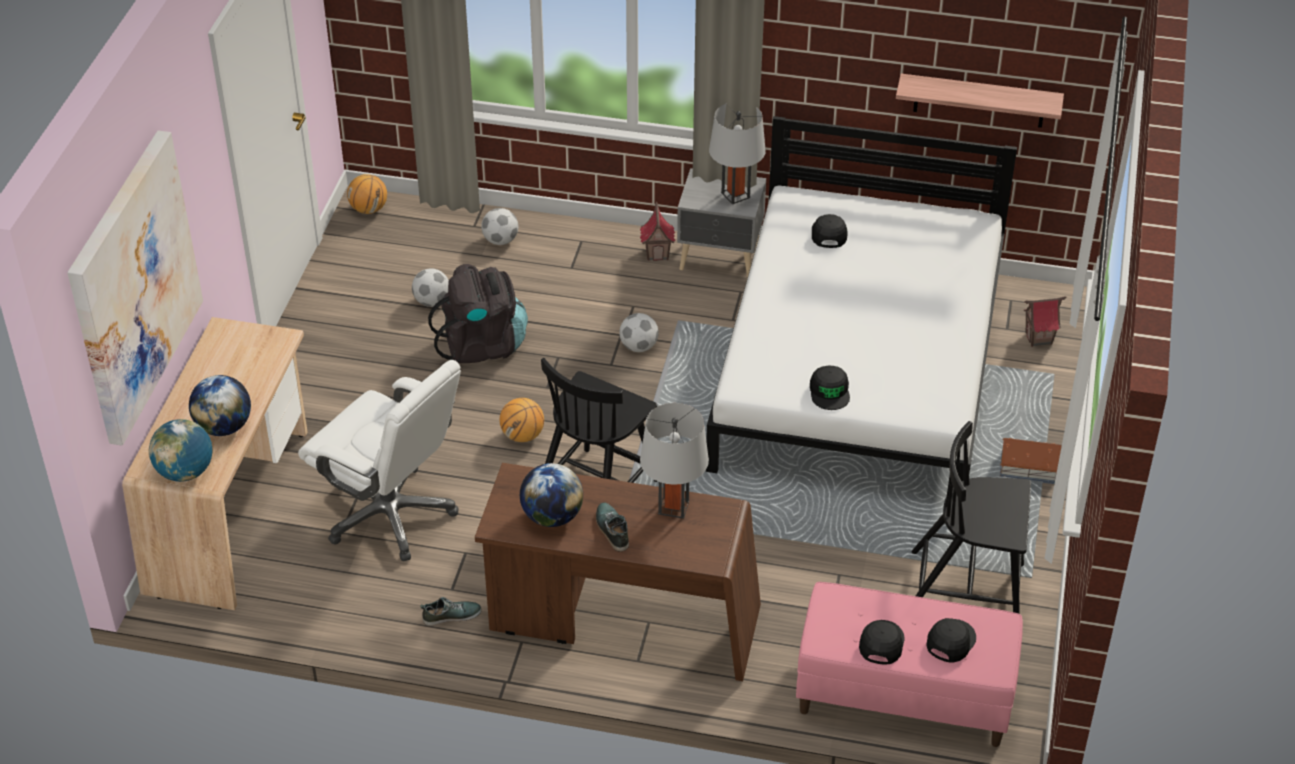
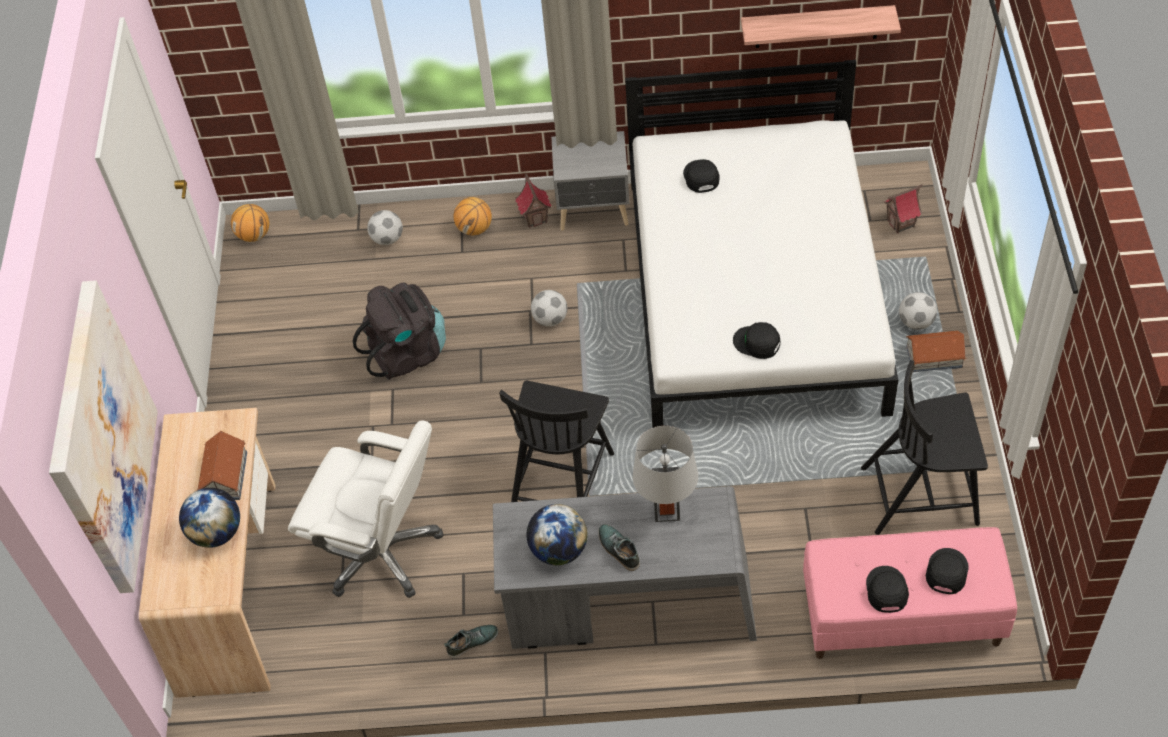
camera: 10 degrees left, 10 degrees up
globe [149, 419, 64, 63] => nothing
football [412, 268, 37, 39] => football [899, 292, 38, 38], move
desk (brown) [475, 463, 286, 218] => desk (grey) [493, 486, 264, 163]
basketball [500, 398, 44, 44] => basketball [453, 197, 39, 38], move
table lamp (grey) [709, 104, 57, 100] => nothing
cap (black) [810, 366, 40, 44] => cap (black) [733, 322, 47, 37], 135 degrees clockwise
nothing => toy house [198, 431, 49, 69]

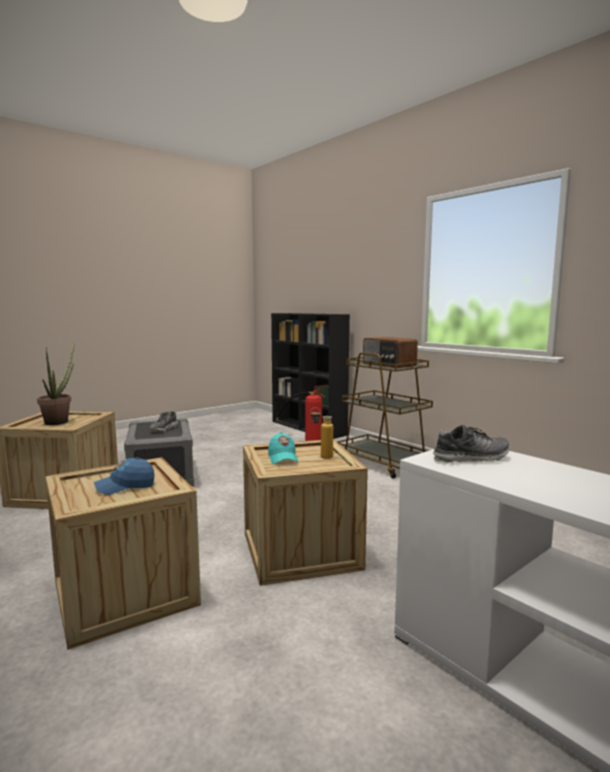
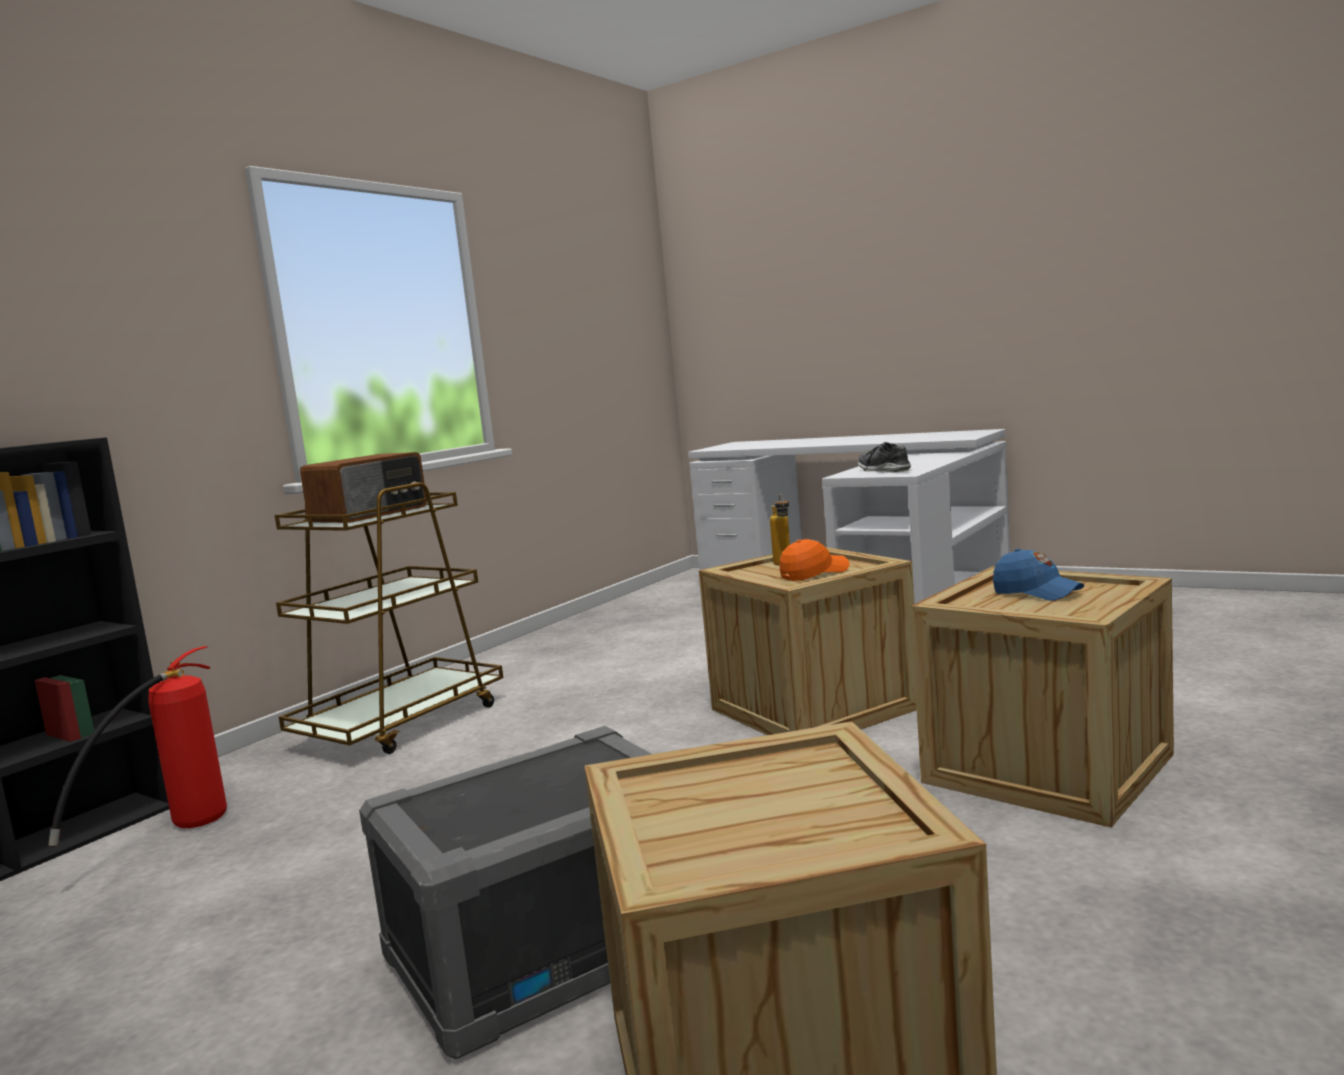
camera: 105 degrees left, 0 degrees up
potted plant [37, 343, 37, 82] => nothing
shoe [149, 411, 29, 21] => nothing
cap (turquoise) [268, 432, 30, 32] => cap (orange) [780, 539, 70, 42]

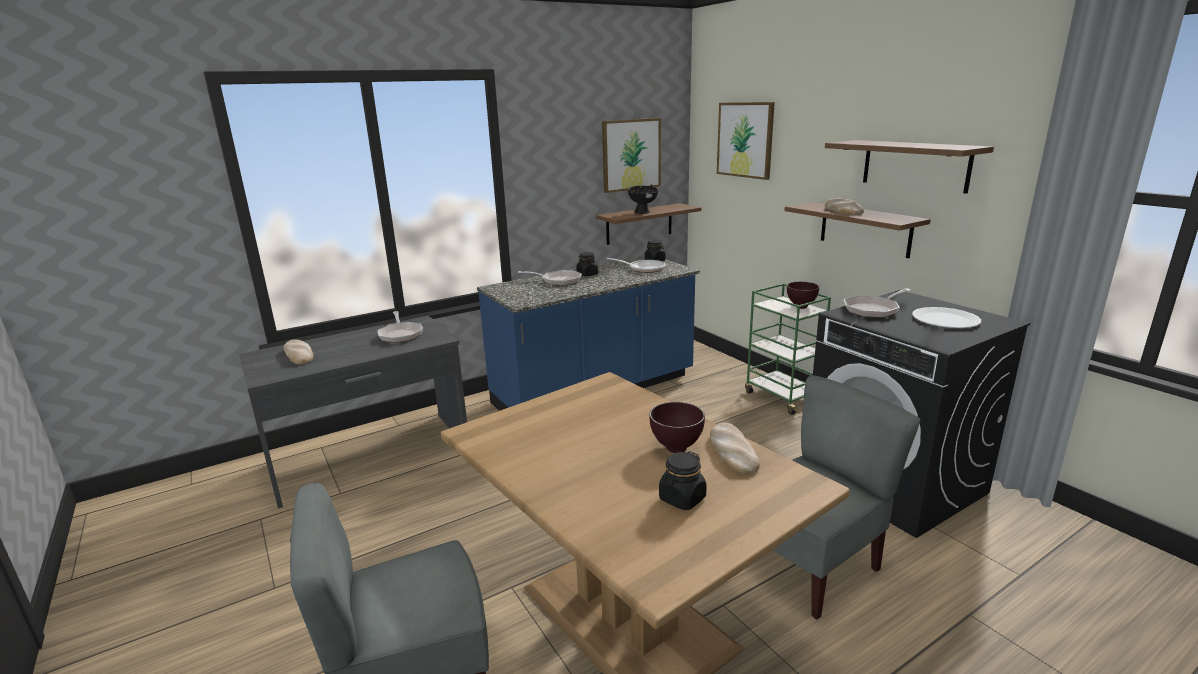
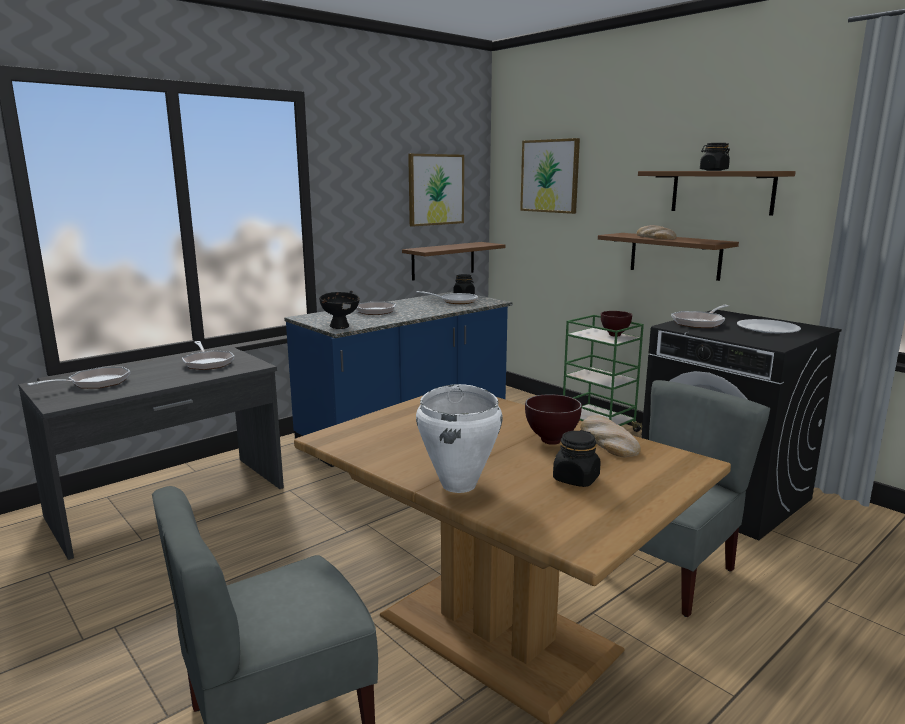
camera: 10 degrees left, 5 degrees down
bread [283, 339, 31, 25] => frying pan [27, 367, 103, 22]
jar (black) [576, 252, 22, 24] => jar (black) [700, 143, 30, 28], move
bowl (black) [628, 184, 31, 30] => bowl (black) [319, 291, 41, 38], move
nothing => cooking pot (white) [416, 384, 87, 109]

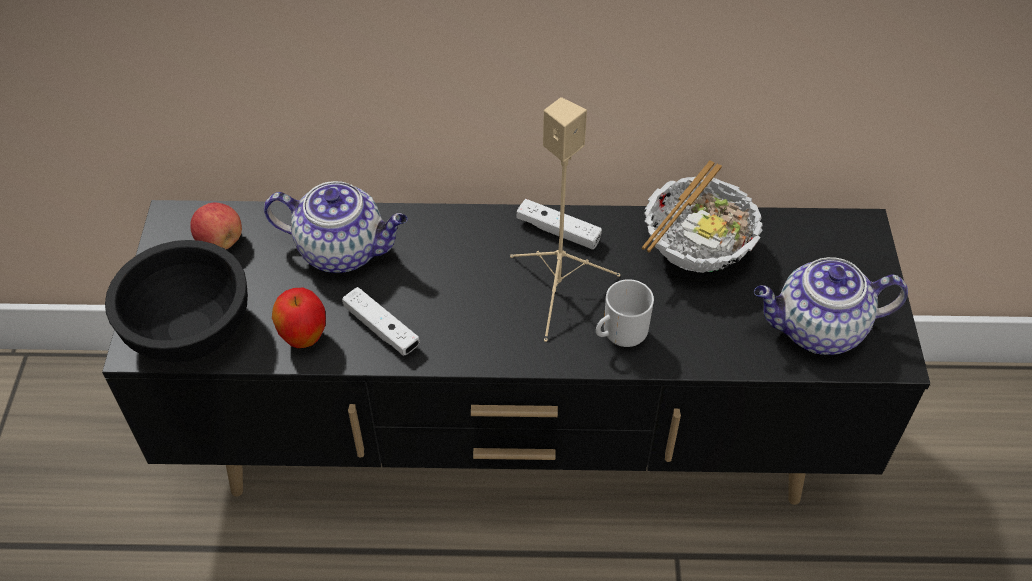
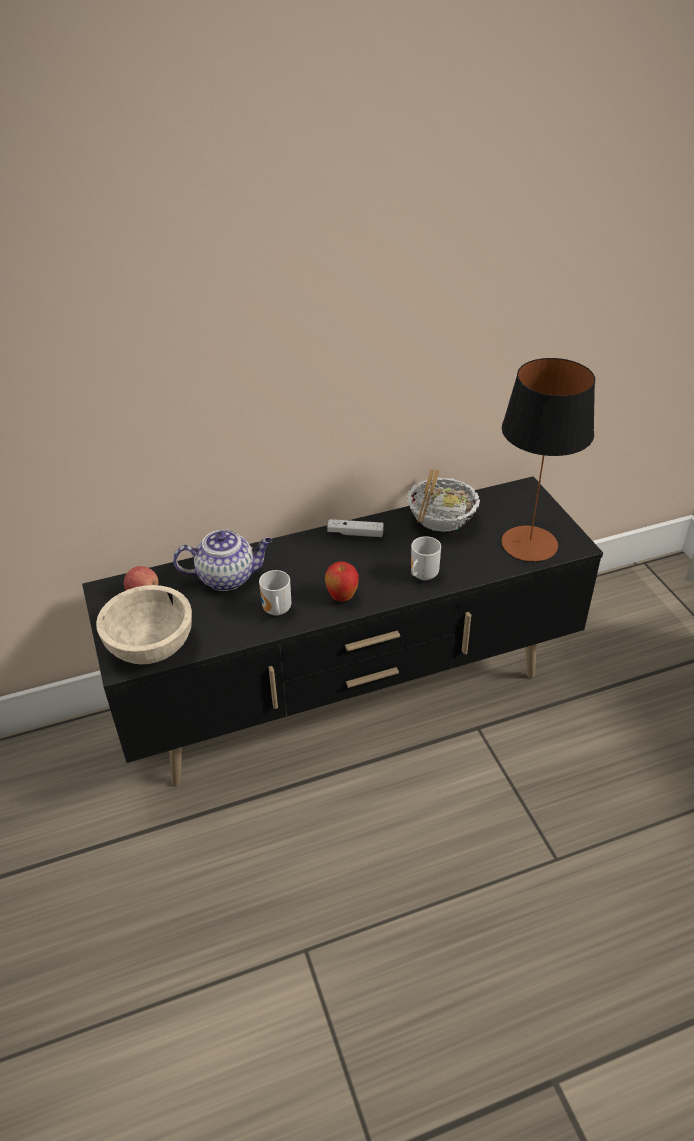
camera: 20 degrees left, 10 degrees down
bowl (black) [105, 240, 143, 122] => bowl (beige) [96, 585, 96, 79]
apple [272, 288, 54, 60] => apple [325, 561, 34, 41], move
game controller (white) [342, 287, 78, 69] => mug [259, 570, 32, 46]
speaker (beige) [510, 97, 110, 245] => nothing
teapot [754, 257, 154, 98] => table lamp [501, 358, 94, 204]

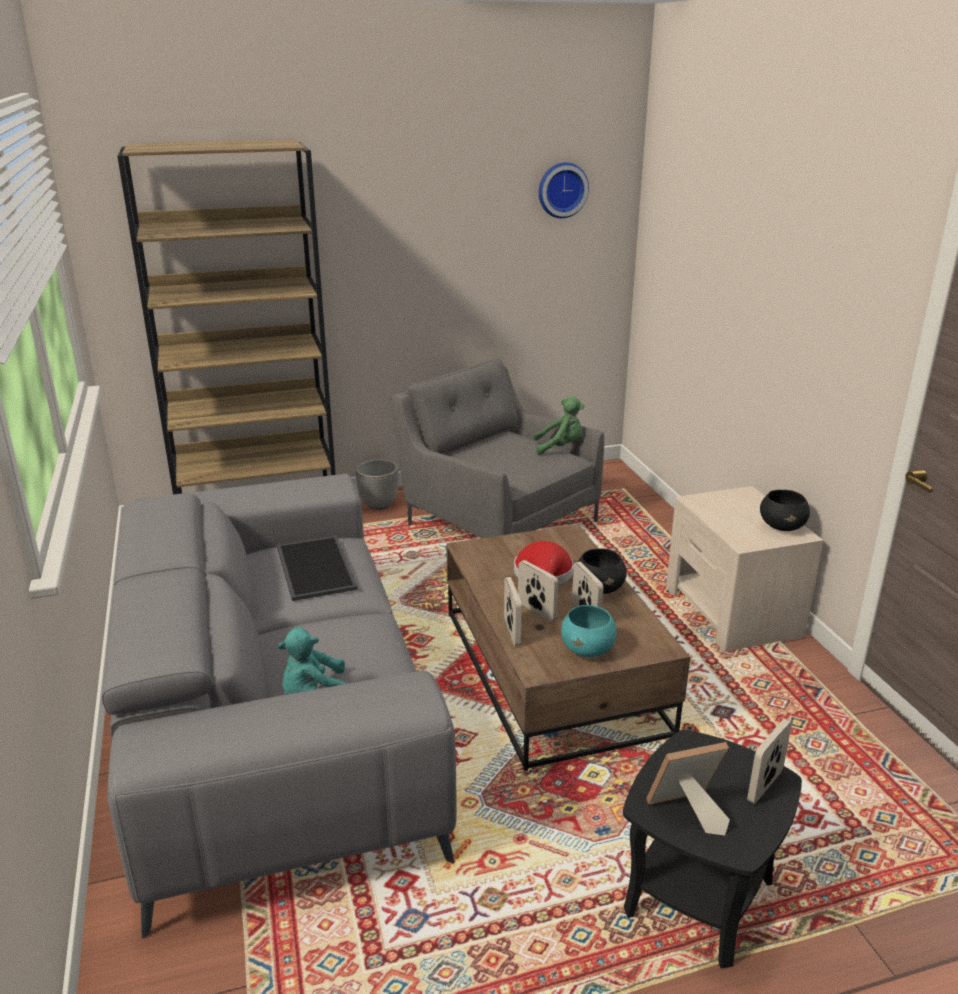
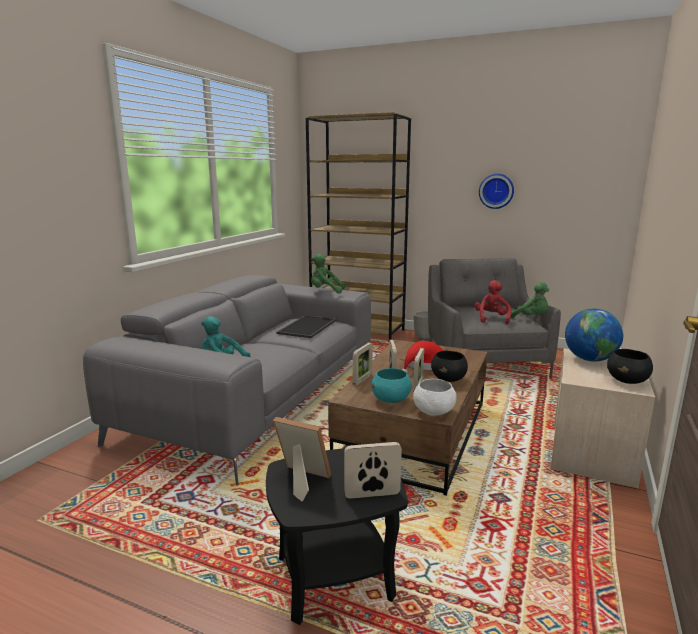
camera: 40 degrees right, 10 degrees down
wall clock [539, 162, 50, 56] => wall clock [479, 174, 35, 35], move
nothing => plush toy (green) [311, 254, 34, 39]
nothing => bowl (white) [413, 379, 44, 36]
nothing => plush toy (red) [475, 280, 37, 44]
nothing => globe [565, 309, 58, 53]

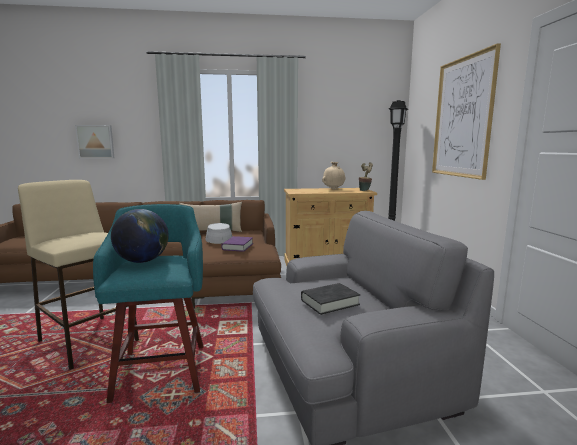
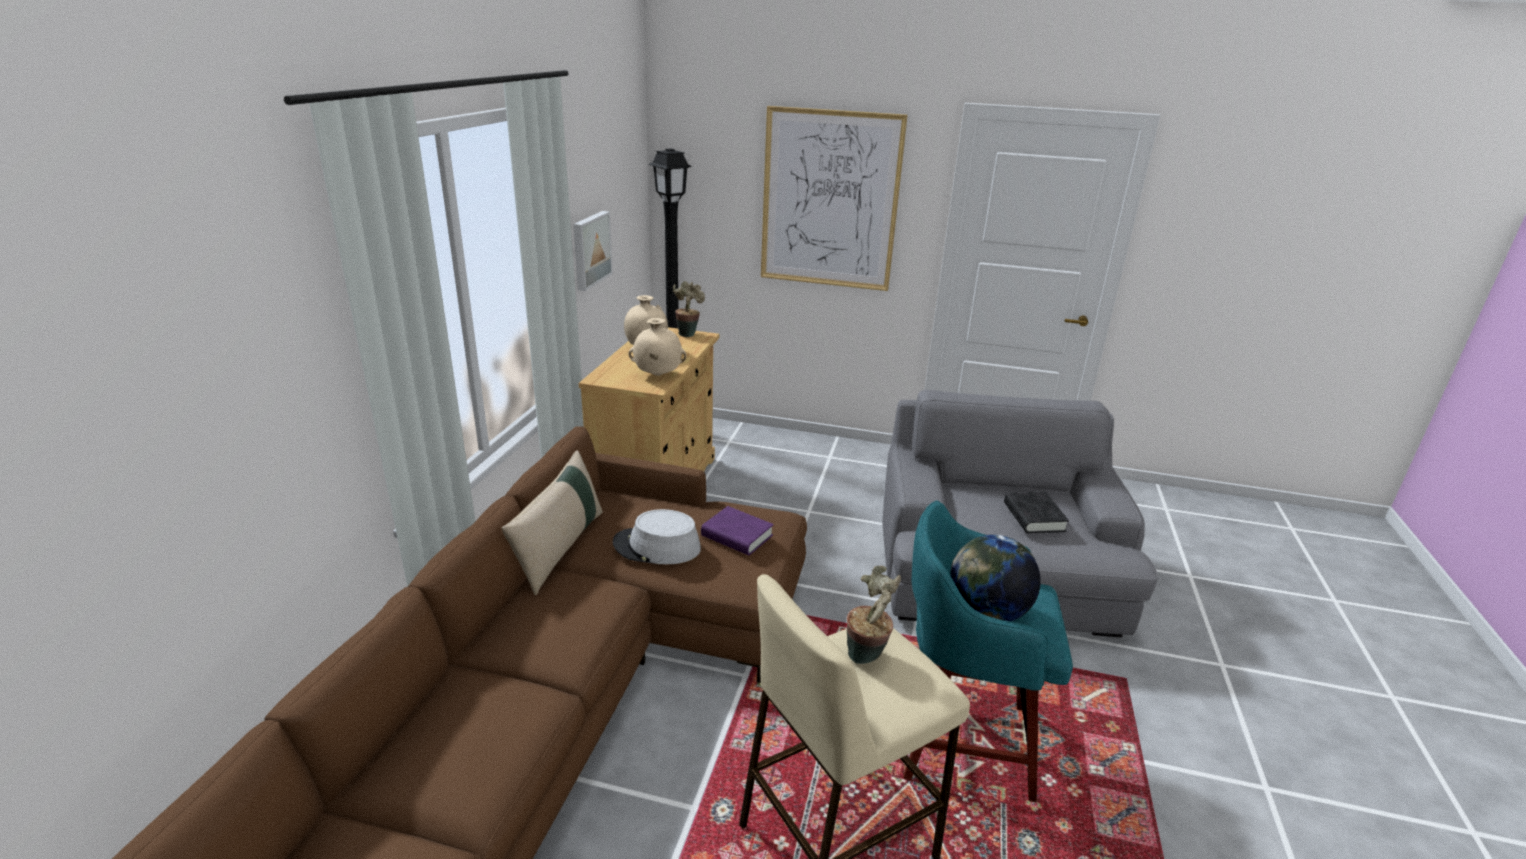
camera: 70 degrees left, 15 degrees up
picture [75, 125, 39, 34] => picture [573, 211, 40, 80], move
nothing => vase (beige) [629, 318, 57, 58]
nothing => potted plant [847, 566, 54, 98]

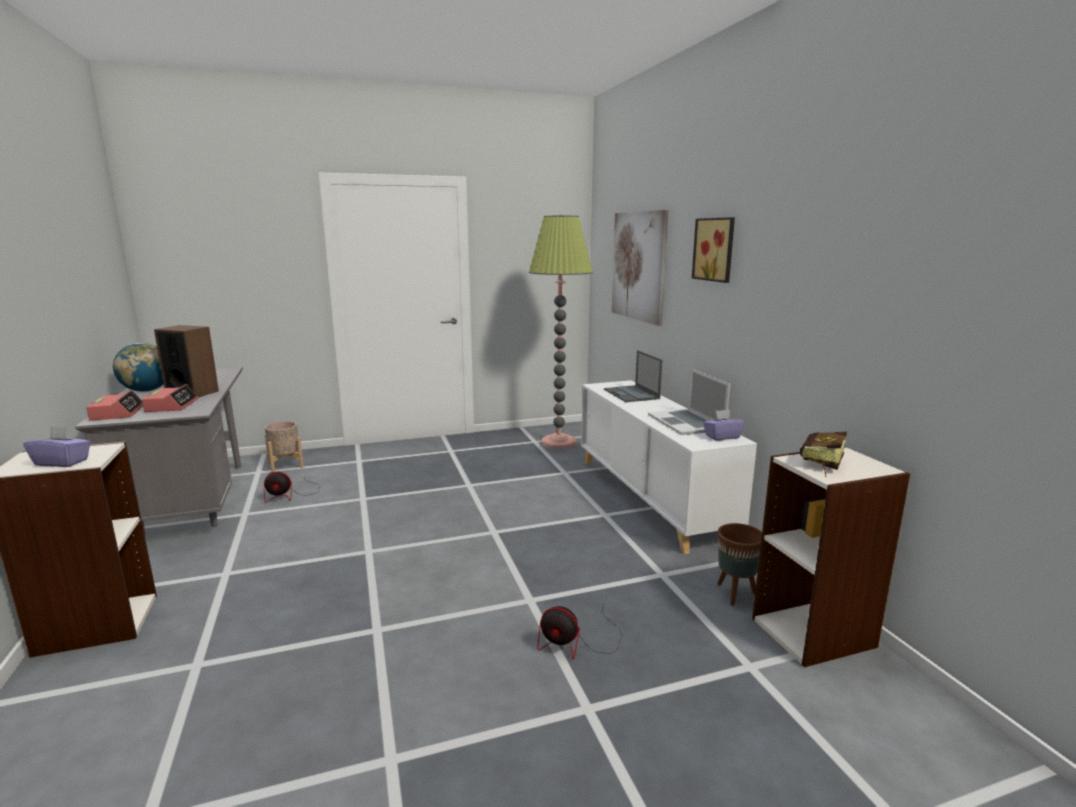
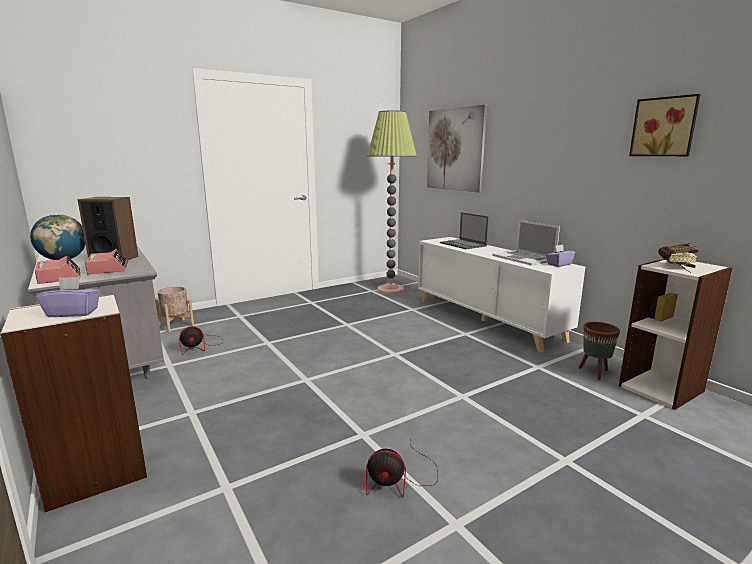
camera: 15 degrees left, 0 degrees up
fan [537, 603, 85, 56] => fan [366, 444, 72, 54], move
picture [692, 217, 43, 66] => picture [629, 94, 72, 62], move

